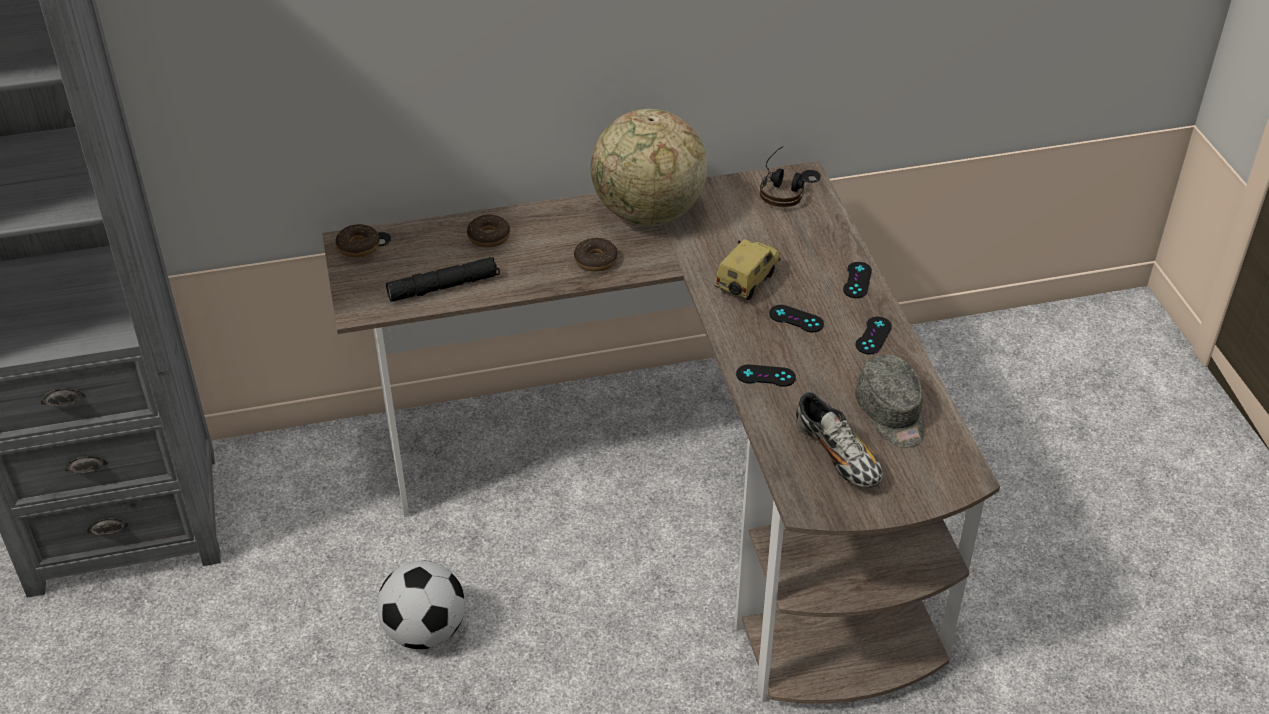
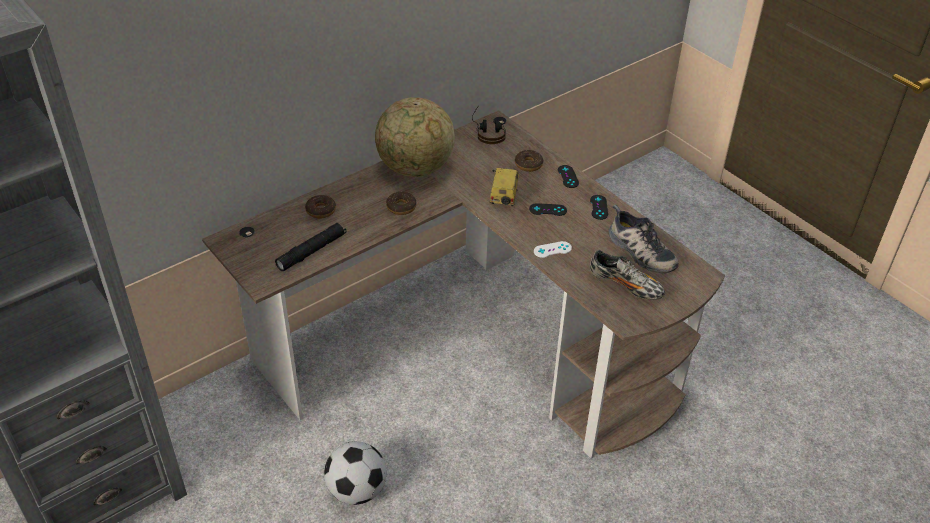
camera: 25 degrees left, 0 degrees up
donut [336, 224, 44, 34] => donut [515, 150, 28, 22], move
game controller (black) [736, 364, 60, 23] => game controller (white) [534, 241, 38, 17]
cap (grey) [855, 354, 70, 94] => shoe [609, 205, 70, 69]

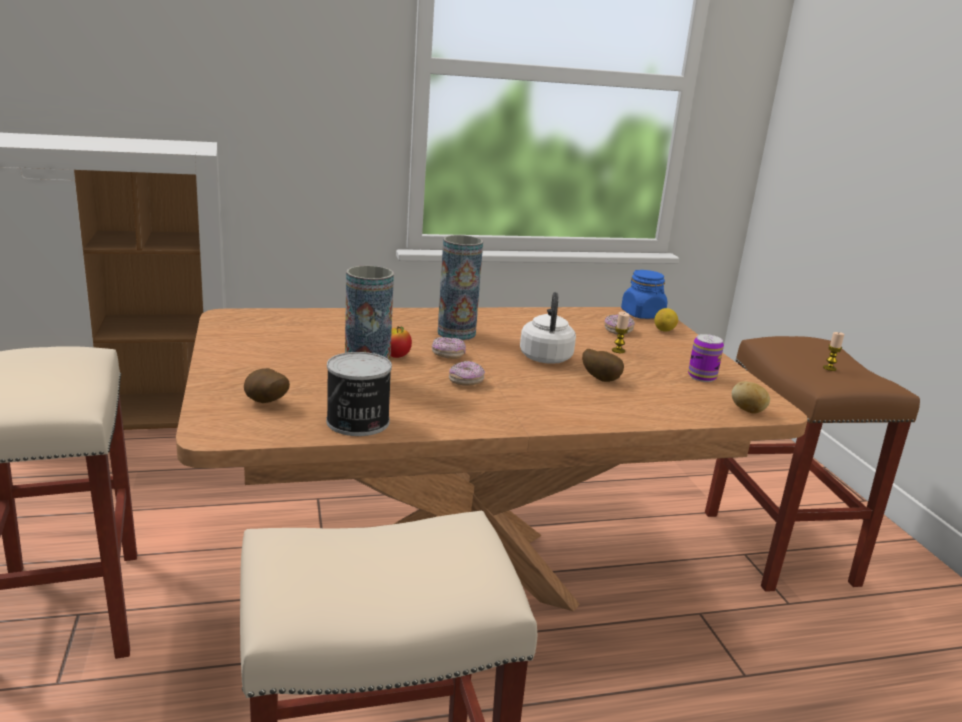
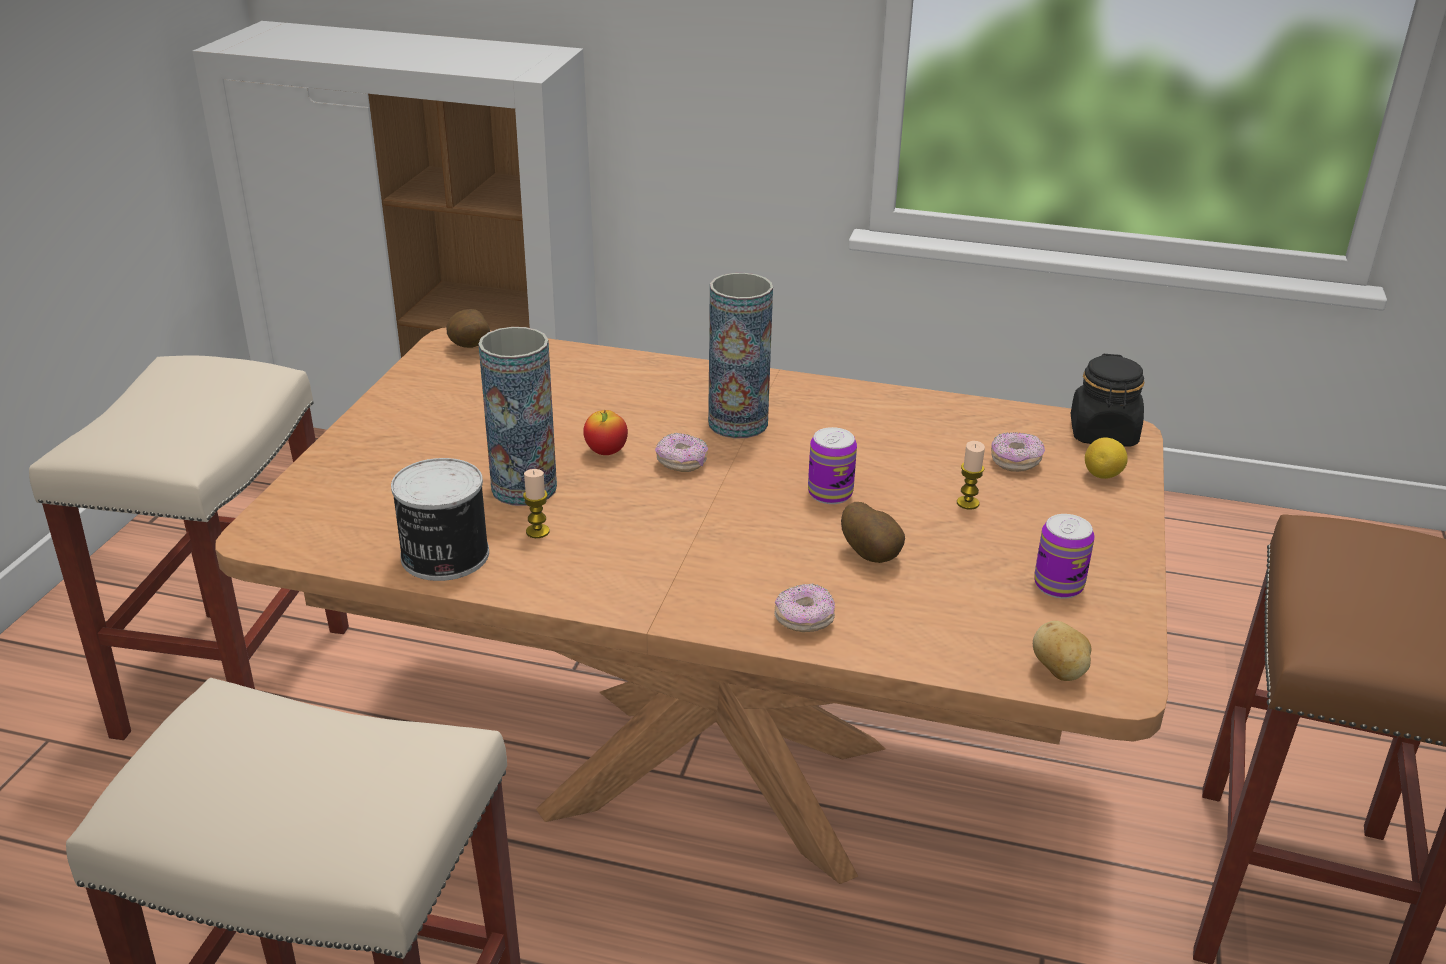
camera: 30 degrees right, 10 degrees up
potato [244, 368, 46, 35] => potato [446, 309, 44, 39], move
donut [449, 361, 36, 25] => donut [774, 583, 61, 49], move
kettle (white) [520, 292, 56, 72] => can [808, 427, 49, 77]
jar (blue) [621, 270, 46, 49] => jar (black) [1071, 354, 74, 93]
candle [823, 332, 21, 39] => candle [523, 469, 27, 69], move

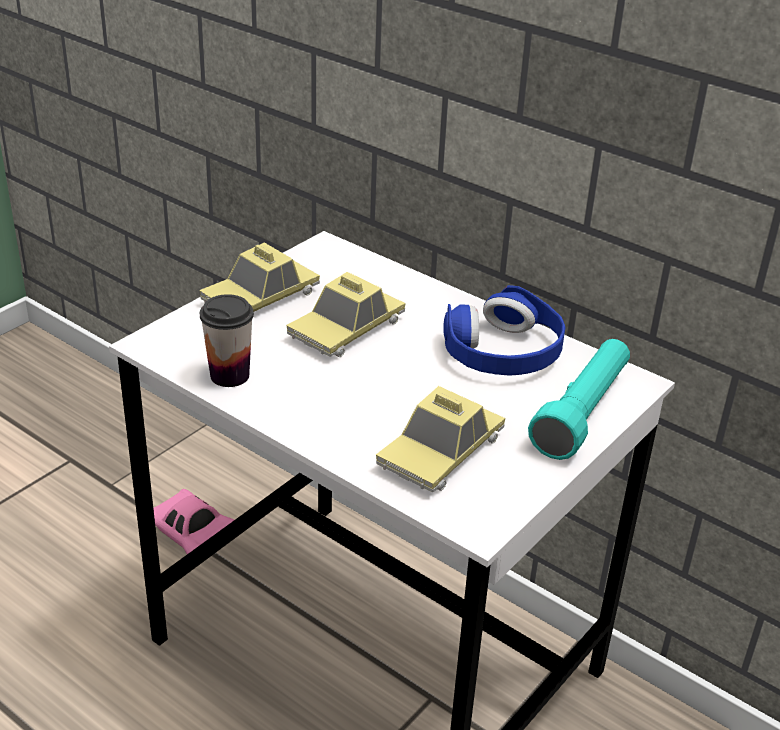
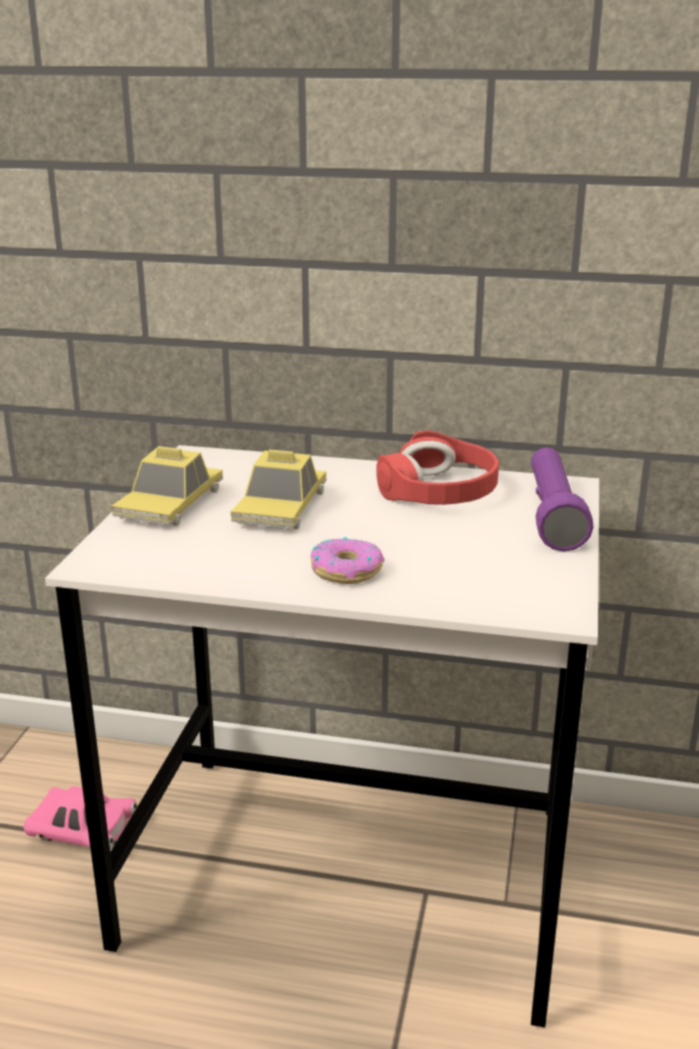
camera: 25 degrees left, 10 degrees down
cup [200, 294, 54, 93] => nothing
toy car [376, 386, 129, 106] => nothing
headphones (blue) [443, 285, 122, 91] => headphones (red) [376, 430, 123, 75]
flashlight (turquoise) [528, 339, 102, 121] => flashlight (purple) [531, 448, 63, 103]
nothing => donut [310, 537, 75, 47]

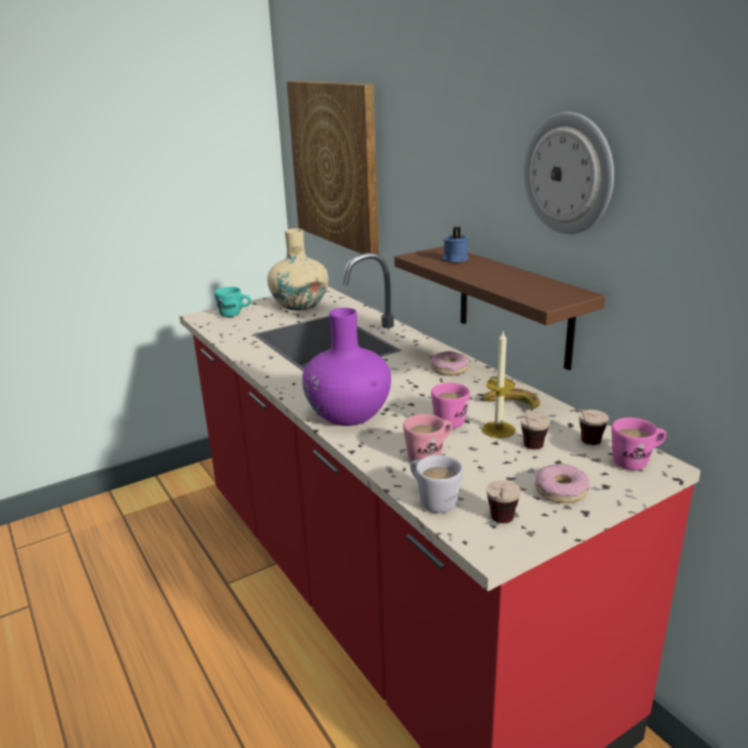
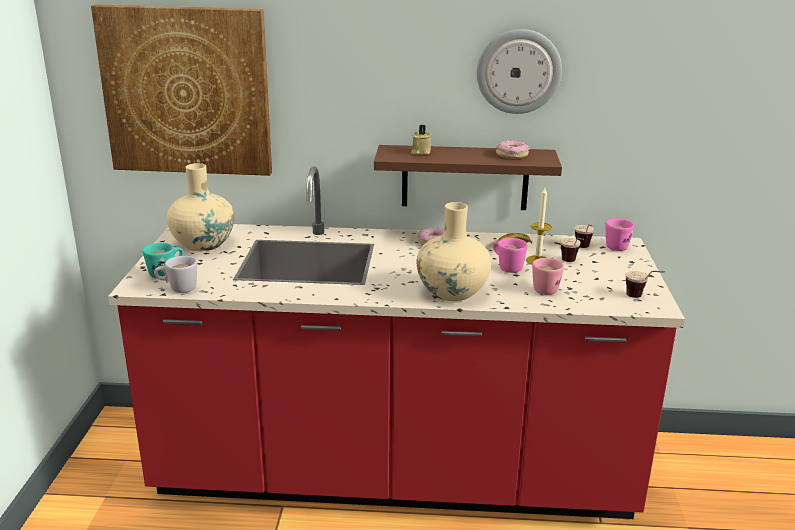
camera: 55 degrees left, 0 degrees up
vase (purple) [302, 308, 89, 118] => vase (beige) [417, 202, 74, 99]
mug (white) [410, 455, 53, 58] => mug (white) [154, 256, 43, 37], move
candle (blue) [442, 227, 27, 36] => candle (beige) [411, 125, 21, 30]
donut [535, 463, 55, 40] => donut [496, 140, 34, 19], move

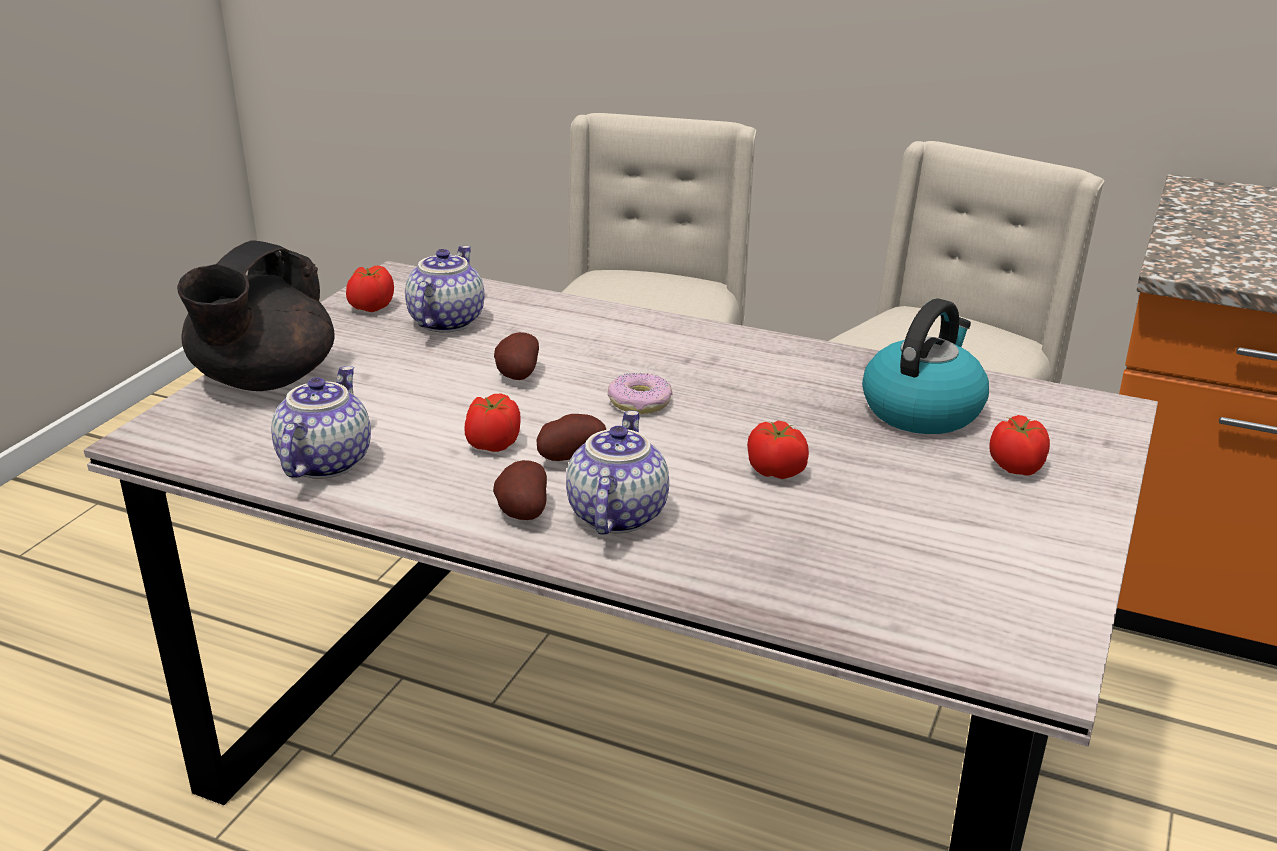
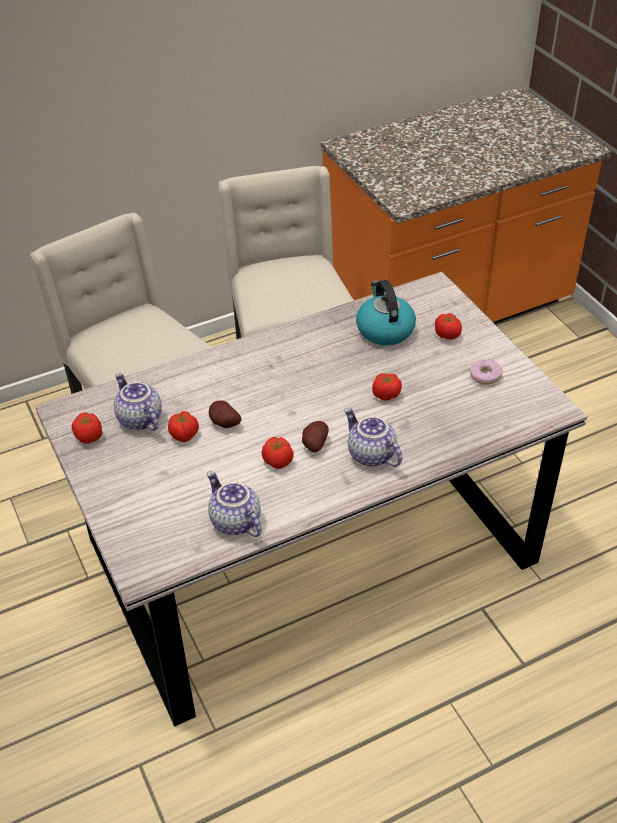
camera: 50 degrees left, 15 degrees up
teapot (black) [177, 240, 157, 151] => nothing
potato [493, 460, 54, 60] => nothing
donut [608, 373, 65, 41] => donut [470, 359, 33, 26], move
nothing => tomato [168, 411, 31, 31]

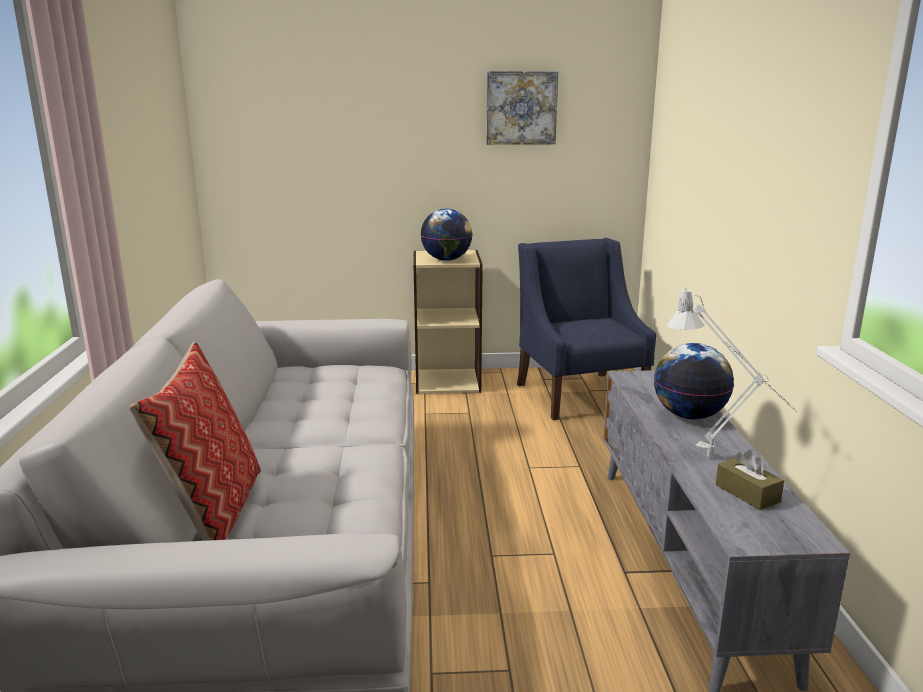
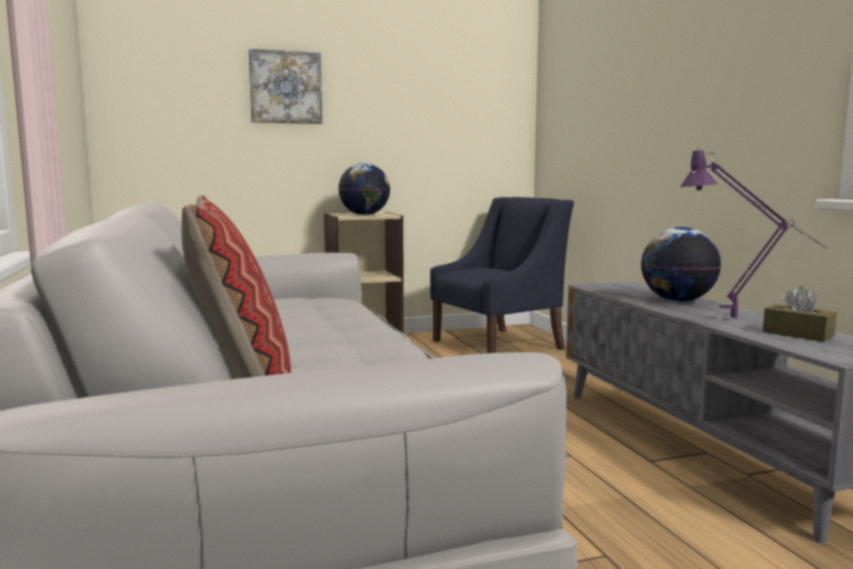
camera: 15 degrees left, 10 degrees down
picture [486, 71, 72, 74] => picture [249, 49, 73, 75], move
armchair (blue) [517, 238, 139, 182] => armchair (blue) [430, 197, 144, 156], 90 degrees clockwise
table lamp (grey) [667, 288, 130, 170] => table lamp (purple) [680, 147, 149, 171]

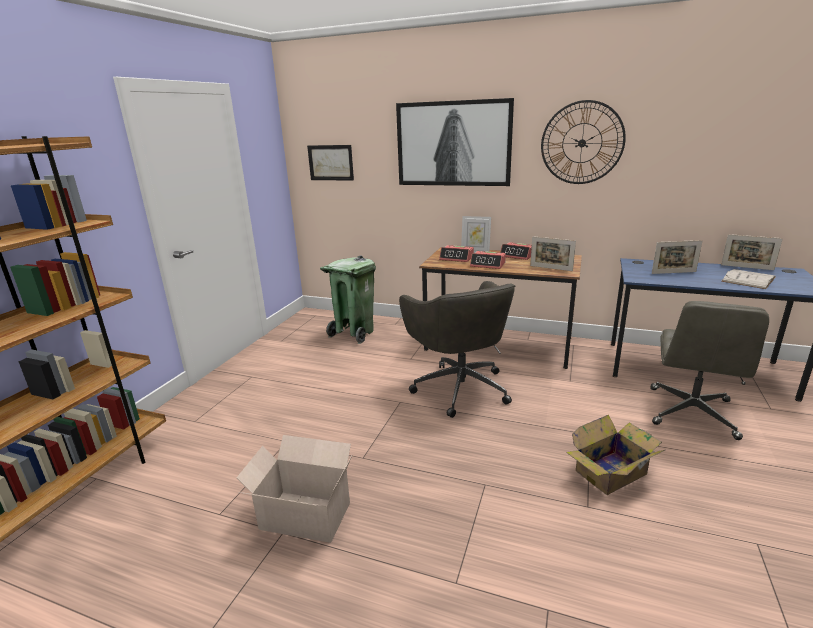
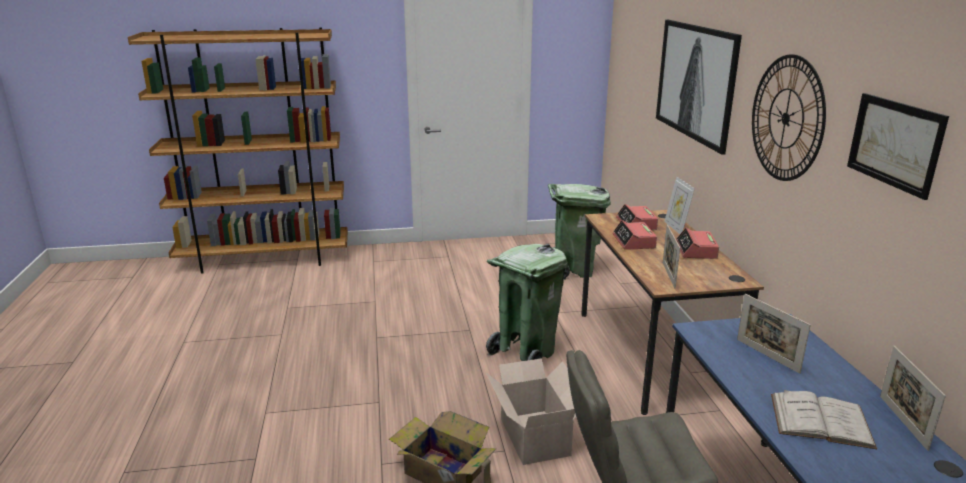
camera: 60 degrees right, 0 degrees up
cardboard box [237, 435, 115, 108] => cardboard box [486, 358, 90, 107], move
picture [307, 145, 47, 36] => picture [847, 93, 102, 107], move
office chair (grey) [399, 281, 116, 137] => trash can (green) [486, 244, 82, 117]

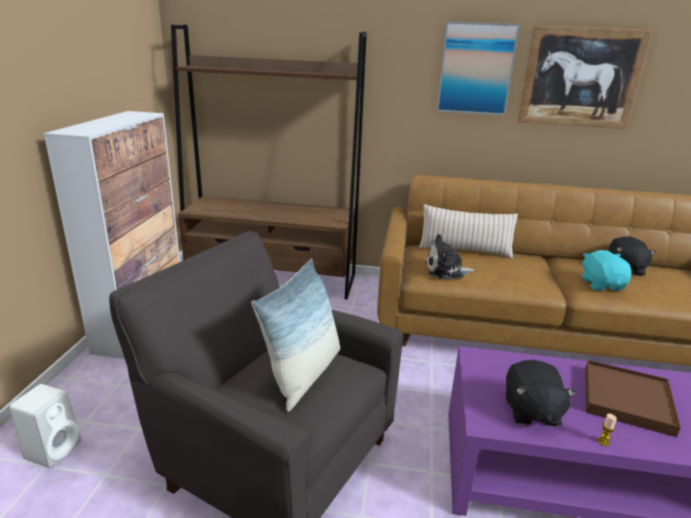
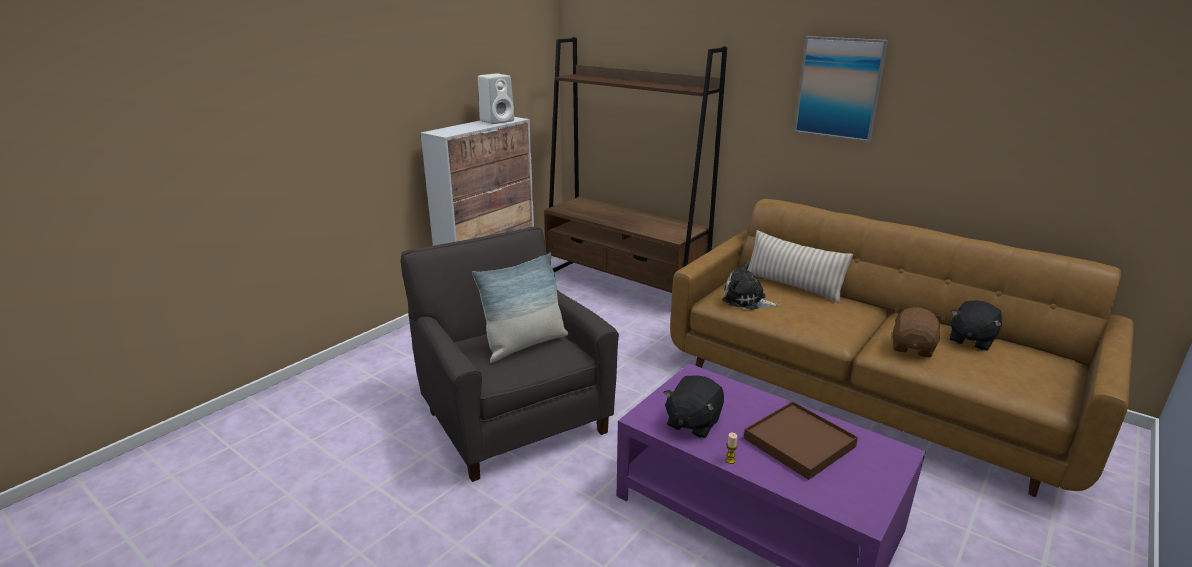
camera: 30 degrees right, 0 degrees up
speaker (white) [9, 384, 72, 84] => speaker (white) [478, 73, 36, 51], move
picture [517, 26, 136, 103] => nothing
plush toy (turquoise) [581, 250, 50, 41] => plush toy (brown) [893, 307, 52, 50]

